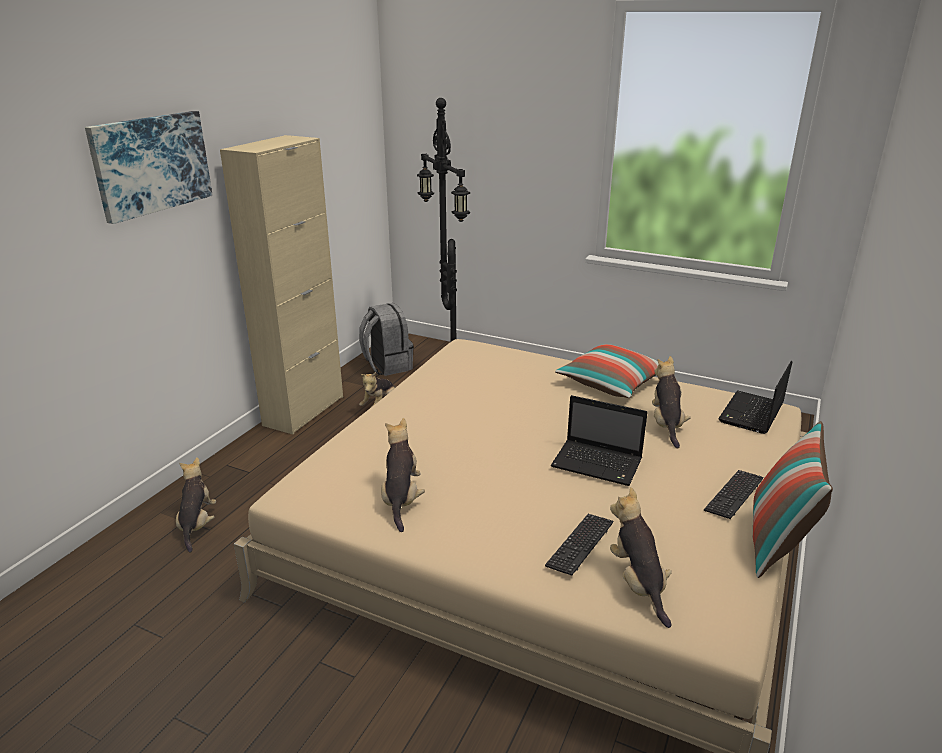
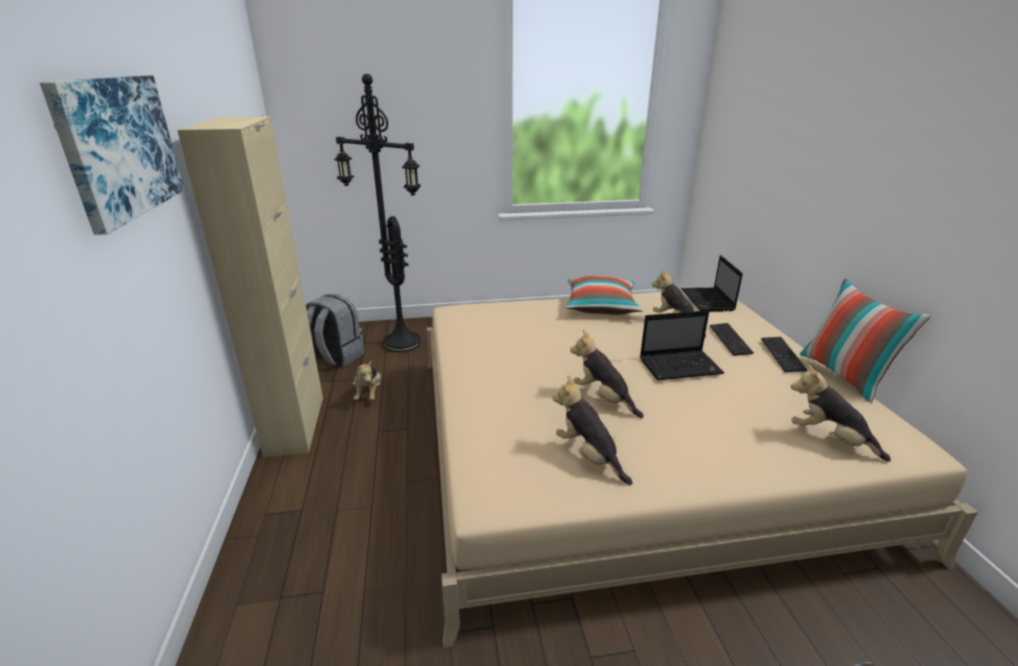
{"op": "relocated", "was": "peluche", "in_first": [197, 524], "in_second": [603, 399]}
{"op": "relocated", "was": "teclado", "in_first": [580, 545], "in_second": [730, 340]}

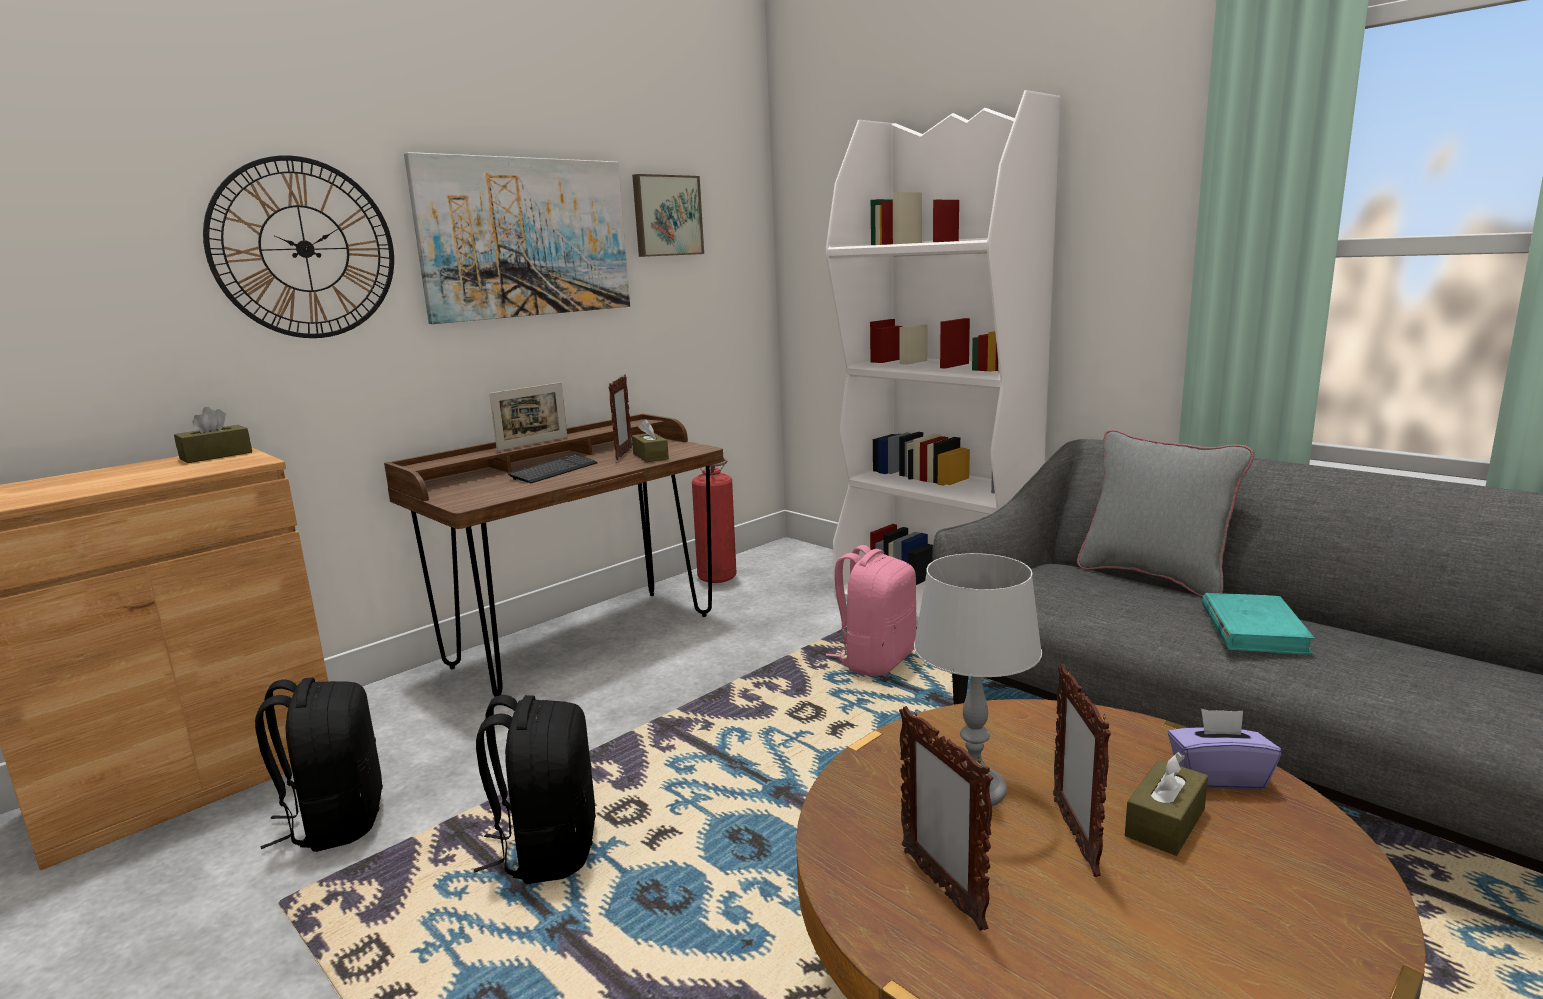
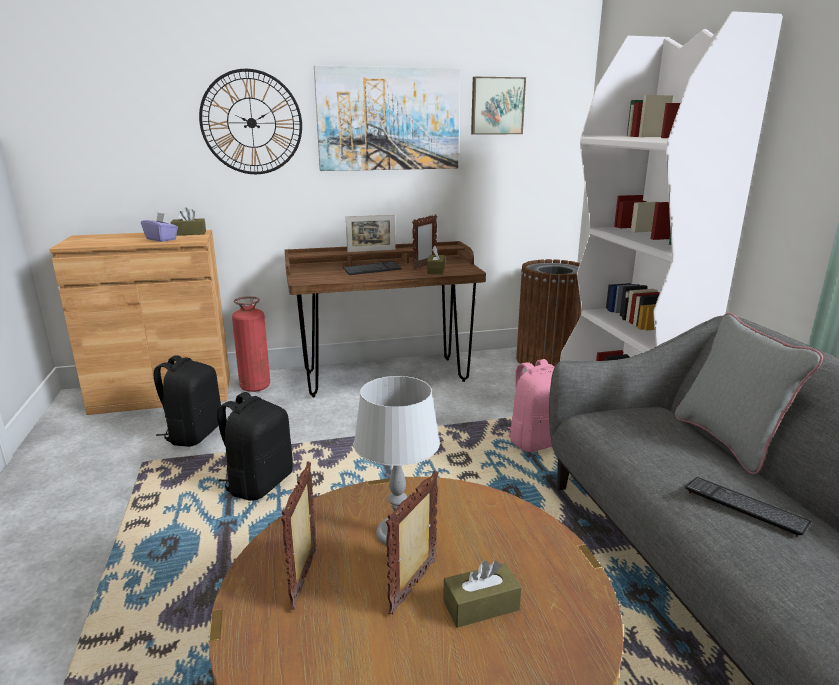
{"op": "relocated", "was": "extintor", "in_first": [717, 577], "in_second": [255, 387]}
{"op": "exchanged", "was": "libro (turquesa)", "now": "teclado", "in_first": [1253, 629], "in_second": [745, 507]}
{"op": "relocated", "was": "caja de pañuelos (morado)", "in_first": [1218, 776], "in_second": [161, 239]}
{"op": "appeared", "now": "papelera (marrón)", "in_second": [547, 360]}

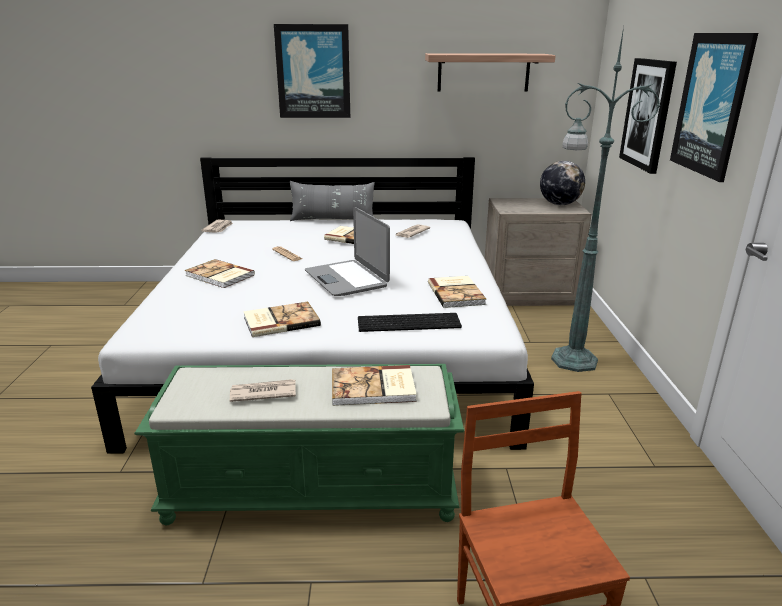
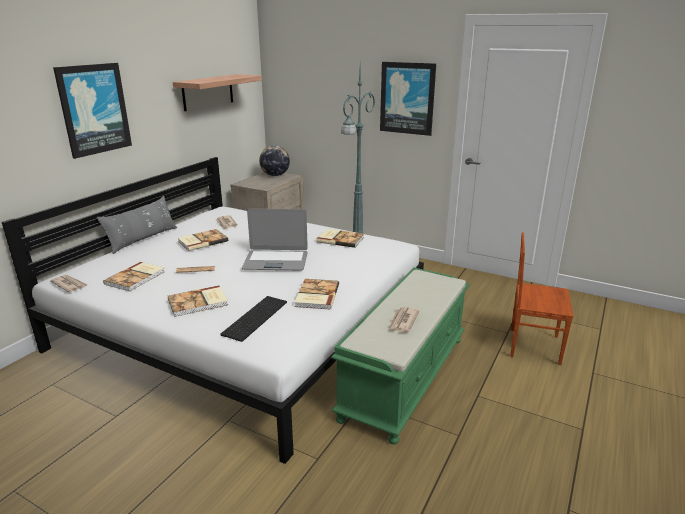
{"op": "missing", "was": "cuadro", "in_first": [648, 114]}
{"op": "relocated", "was": "teclado", "in_first": [409, 322], "in_second": [254, 317]}
{"op": "relocated", "was": "libro", "in_first": [374, 388], "in_second": [136, 278]}

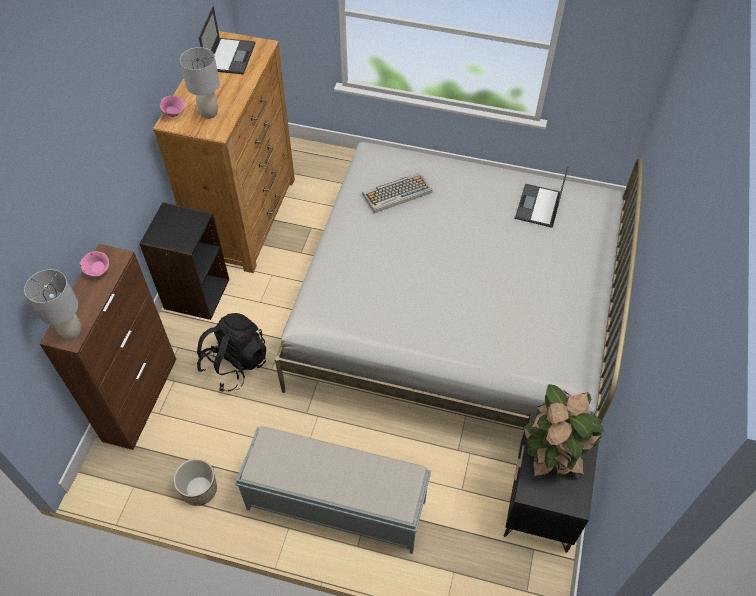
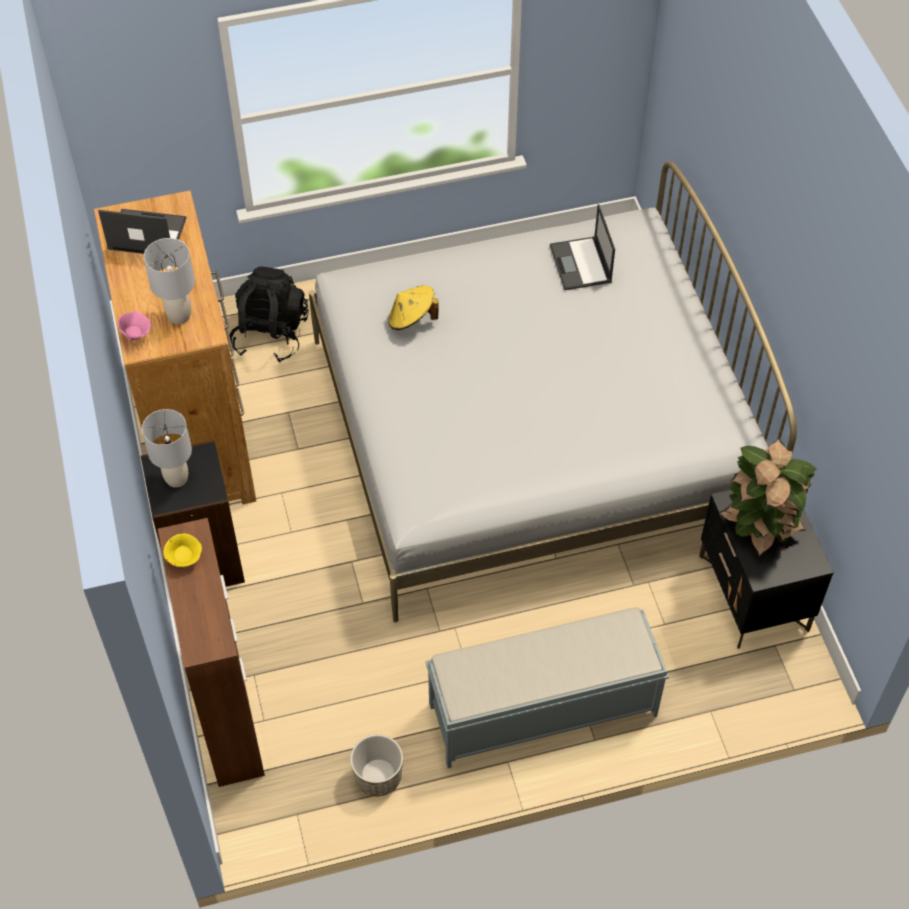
{"op": "spun", "was": "portátil", "in_first": [230, 56], "in_second": [146, 234], "clockwise": -60}
{"op": "exchanged", "was": "teclado", "now": "sombrero (amarillo)", "in_first": [396, 193], "in_second": [412, 319]}
{"op": "colour", "was": "cuenco (rosa)", "now": "cuenco (amarillo)", "in_first": [98, 271], "in_second": [185, 558]}
{"op": "relocated", "was": "lámpara de mesa (gris)", "in_first": [71, 332], "in_second": [176, 478]}
{"op": "relocated", "was": "mochila (negro)", "in_first": [235, 364], "in_second": [270, 334]}

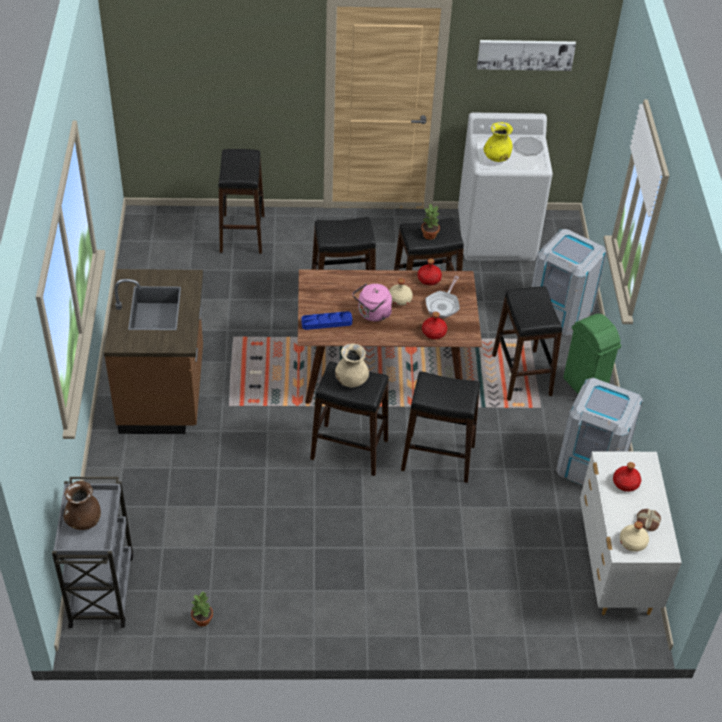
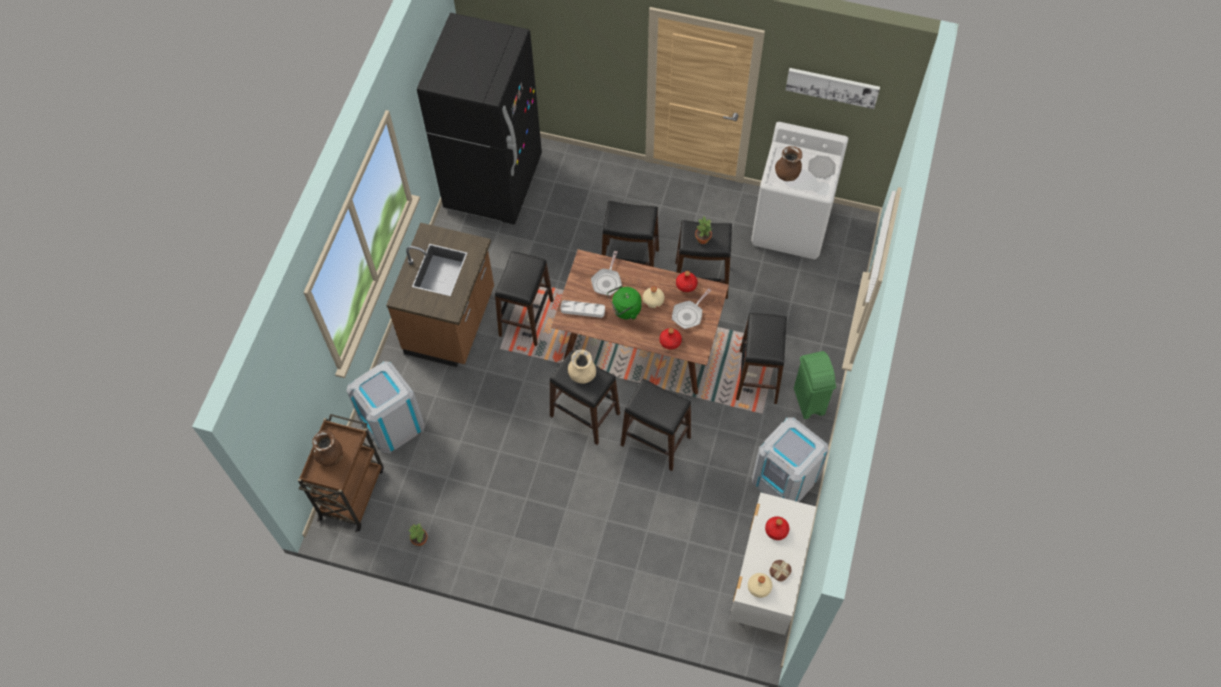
{"op": "colour", "was": "florero (amarillo)", "now": "florero (marrón)", "in_first": [497, 158], "in_second": [787, 174]}
{"op": "relocated", "was": "taburete (negro)", "in_first": [242, 233], "in_second": [526, 317]}
{"op": "relocated", "was": "papelera (gris)", "in_first": [560, 311], "in_second": [393, 424]}
{"op": "colour", "was": "hervidor (rosa)", "now": "hervidor (verde)", "in_first": [373, 314], "in_second": [625, 310]}
{"op": "colour", "was": "bandeja (azul)", "now": "bandeja (blanco)", "in_first": [326, 322], "in_second": [582, 310]}
{"op": "colour", "was": "carrito (gris)", "now": "carrito (marrón)", "in_first": [102, 588], "in_second": [352, 492]}
{"op": "appeared", "now": "nevera (negro)", "in_second": [493, 182]}
{"op": "appeared", "now": "sartén", "in_second": [607, 281]}

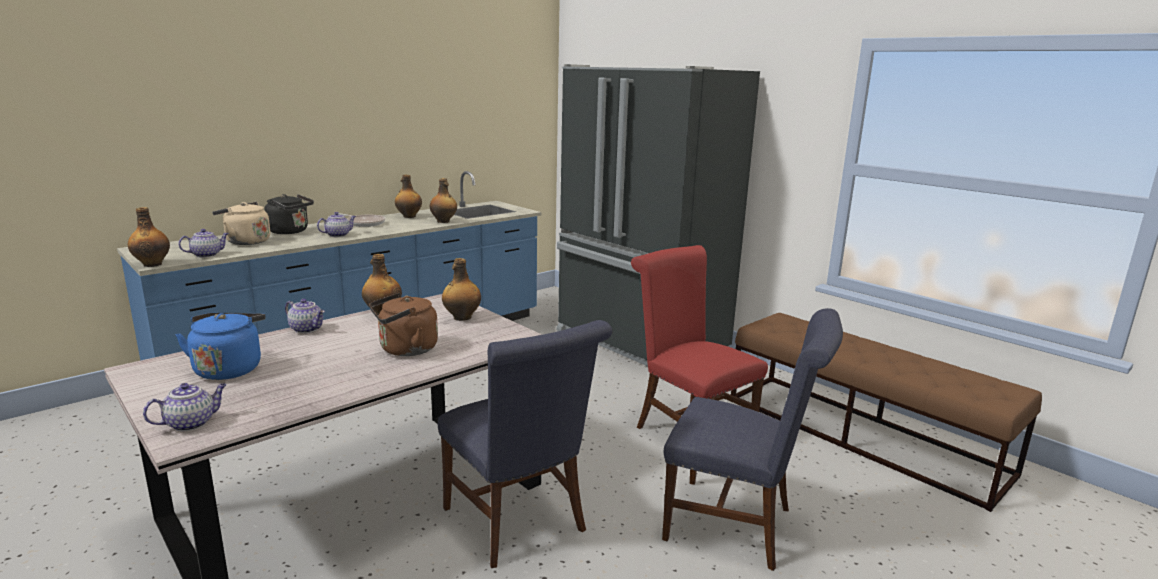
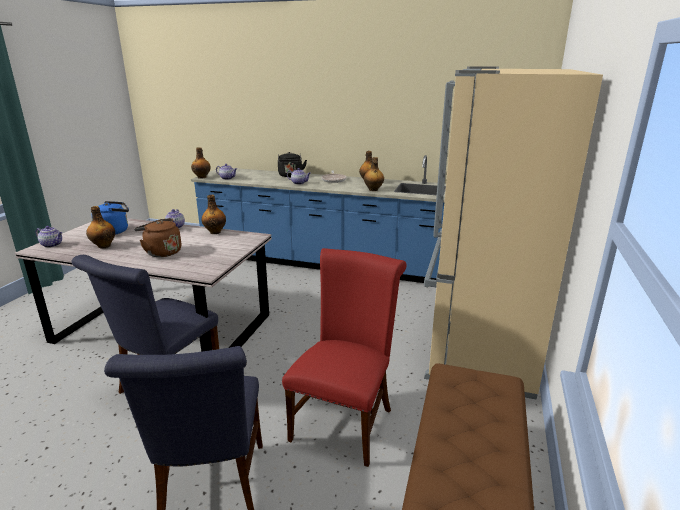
{"op": "colour", "was": "nevera (negro)", "now": "nevera (beis)", "in_first": [639, 342], "in_second": [478, 345]}
{"op": "missing", "was": "hervidor (beis)", "in_first": [245, 242]}
{"op": "relocated", "was": "botella", "in_first": [461, 318], "in_second": [104, 246]}

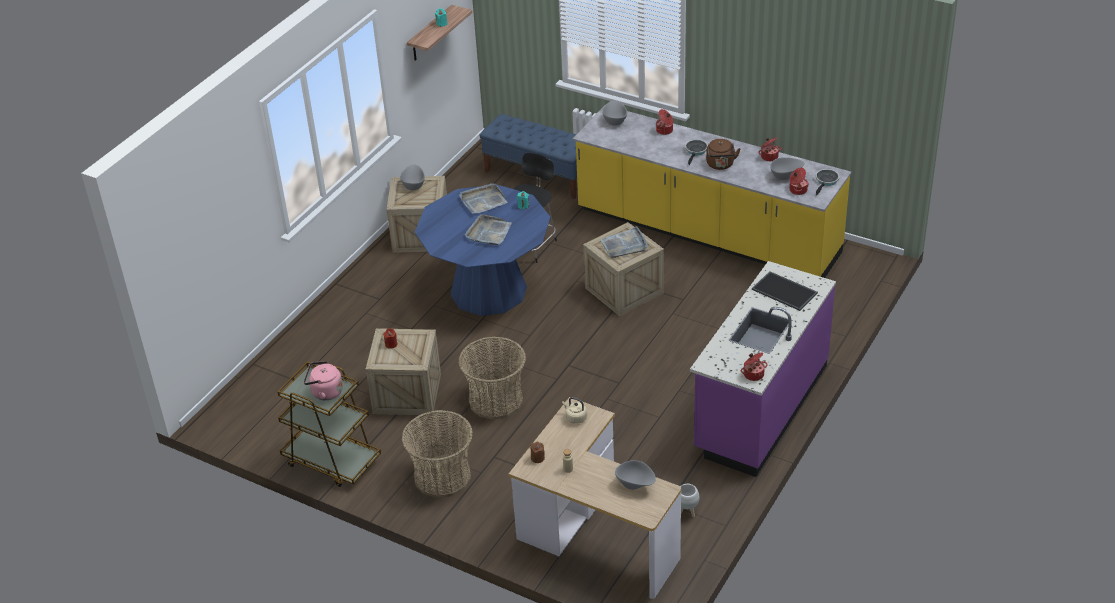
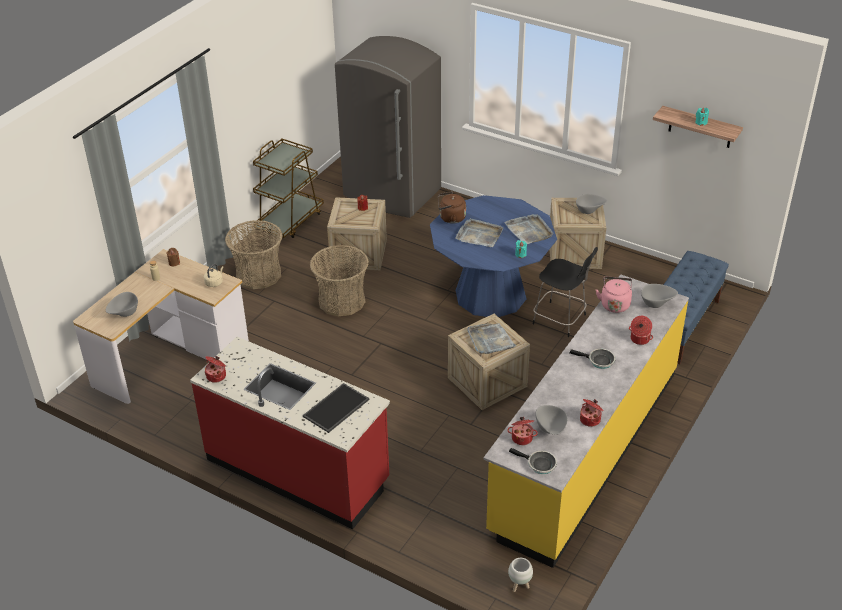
{"op": "relocated", "was": "hervidor (marrón)", "in_first": [720, 165], "in_second": [450, 218]}
{"op": "colour", "was": "mueble bajo de cocina (morado)", "now": "mueble bajo de cocina (rojo)", "in_first": [760, 408], "in_second": [298, 470]}
{"op": "relocated", "was": "hervidor (rosa)", "in_first": [325, 392], "in_second": [614, 304]}
{"op": "relocated", "was": "maceta (blanco)", "in_first": [687, 512], "in_second": [519, 586]}
{"op": "appeared", "now": "nevera (gris)", "in_second": [392, 194]}

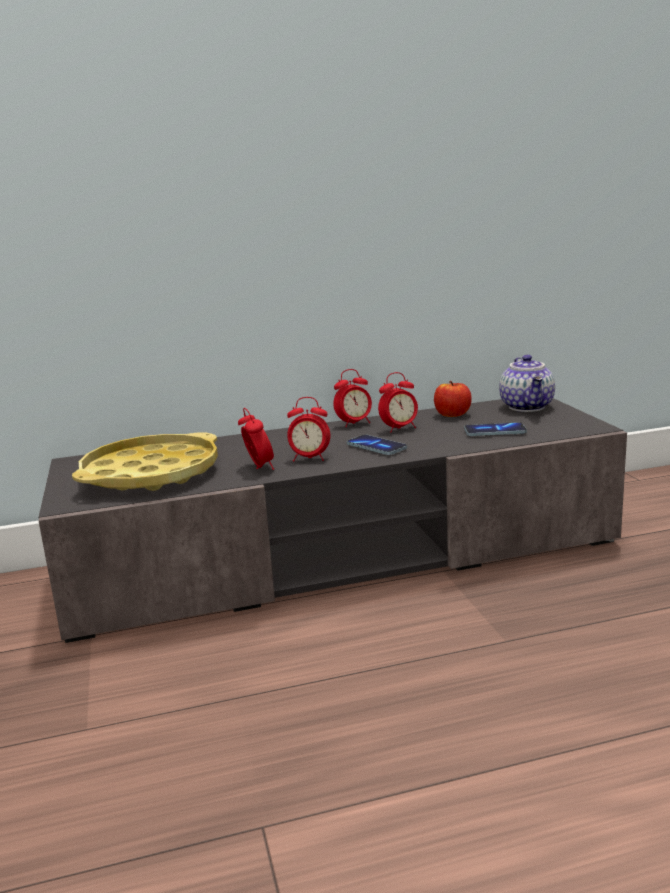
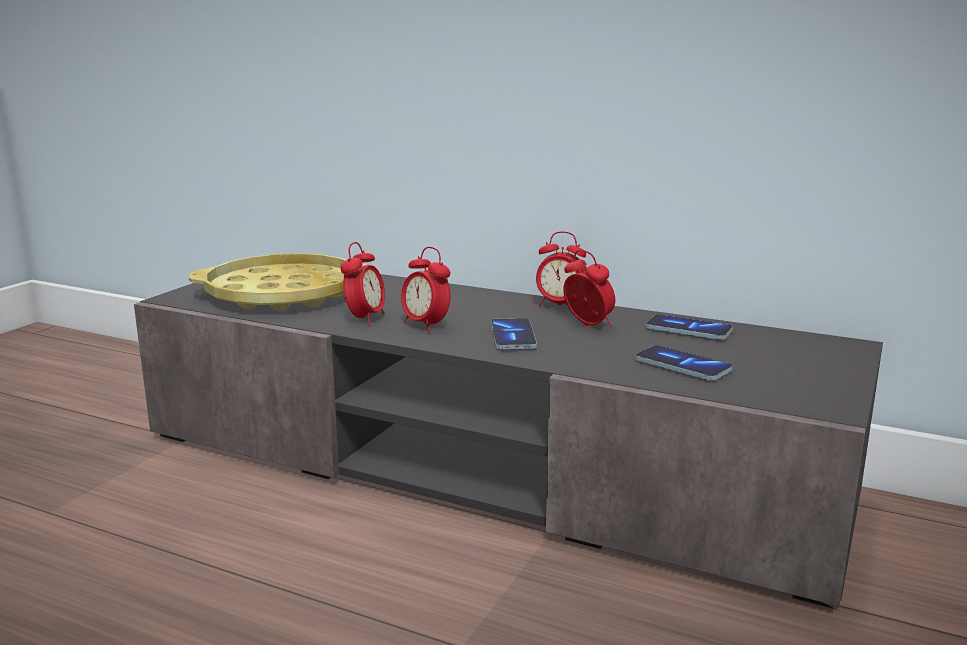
{"op": "missing", "was": "tetera", "in_first": [528, 407]}
{"op": "spun", "was": "despertador", "in_first": [399, 429], "in_second": [588, 326], "clockwise": -150}
{"op": "exchanged", "was": "manzana", "now": "móvil", "in_first": [452, 414], "in_second": [688, 330]}

